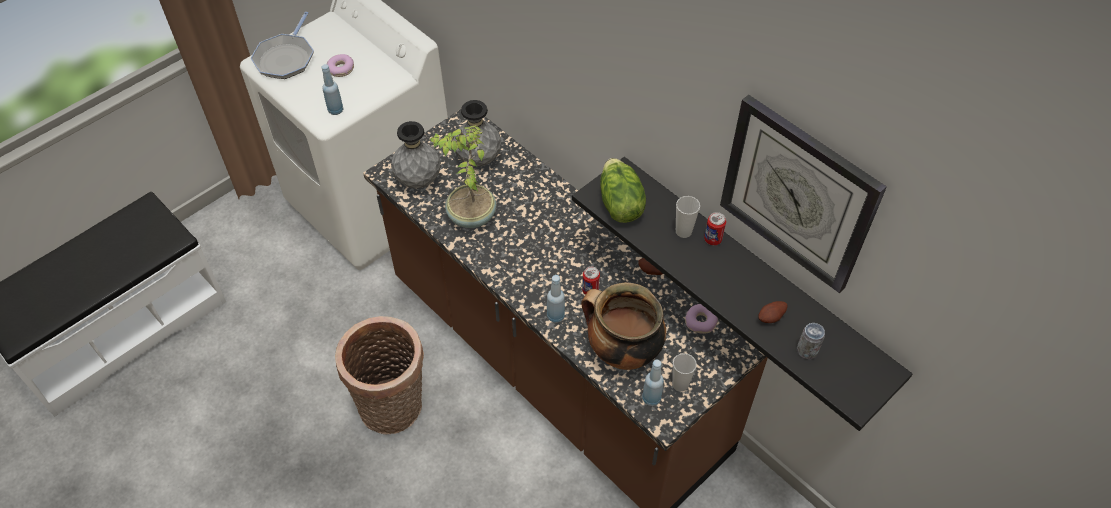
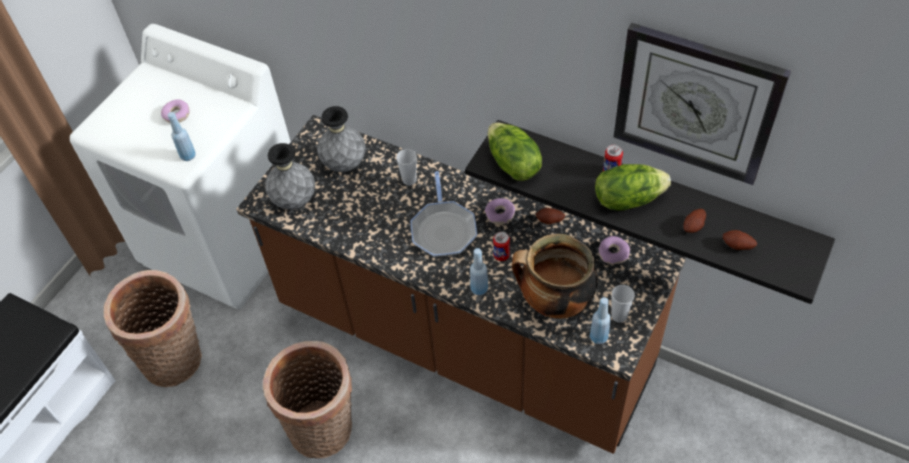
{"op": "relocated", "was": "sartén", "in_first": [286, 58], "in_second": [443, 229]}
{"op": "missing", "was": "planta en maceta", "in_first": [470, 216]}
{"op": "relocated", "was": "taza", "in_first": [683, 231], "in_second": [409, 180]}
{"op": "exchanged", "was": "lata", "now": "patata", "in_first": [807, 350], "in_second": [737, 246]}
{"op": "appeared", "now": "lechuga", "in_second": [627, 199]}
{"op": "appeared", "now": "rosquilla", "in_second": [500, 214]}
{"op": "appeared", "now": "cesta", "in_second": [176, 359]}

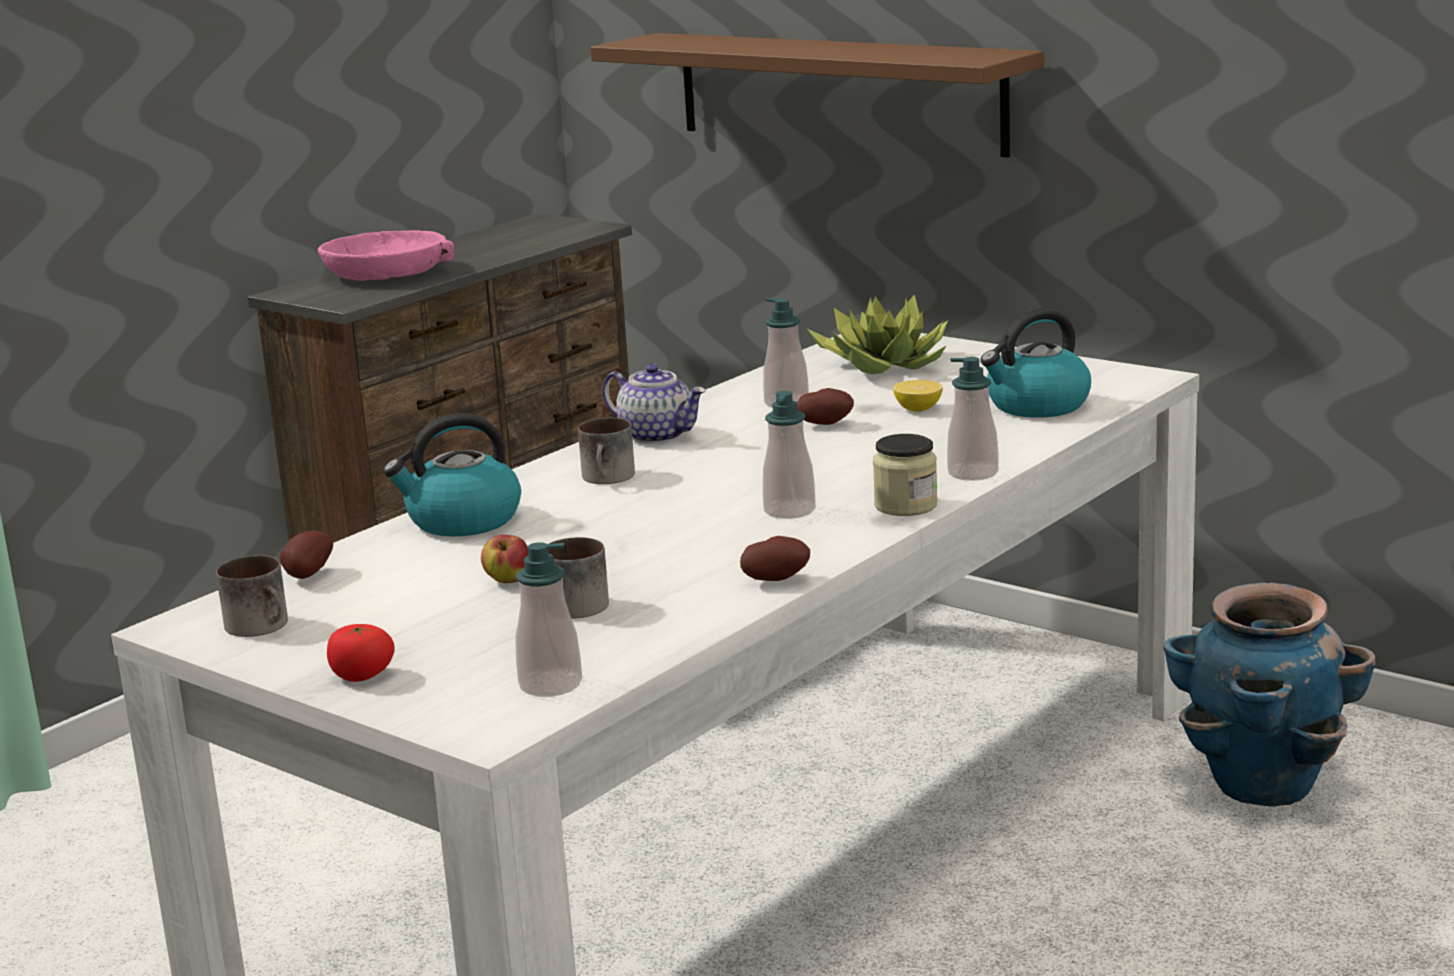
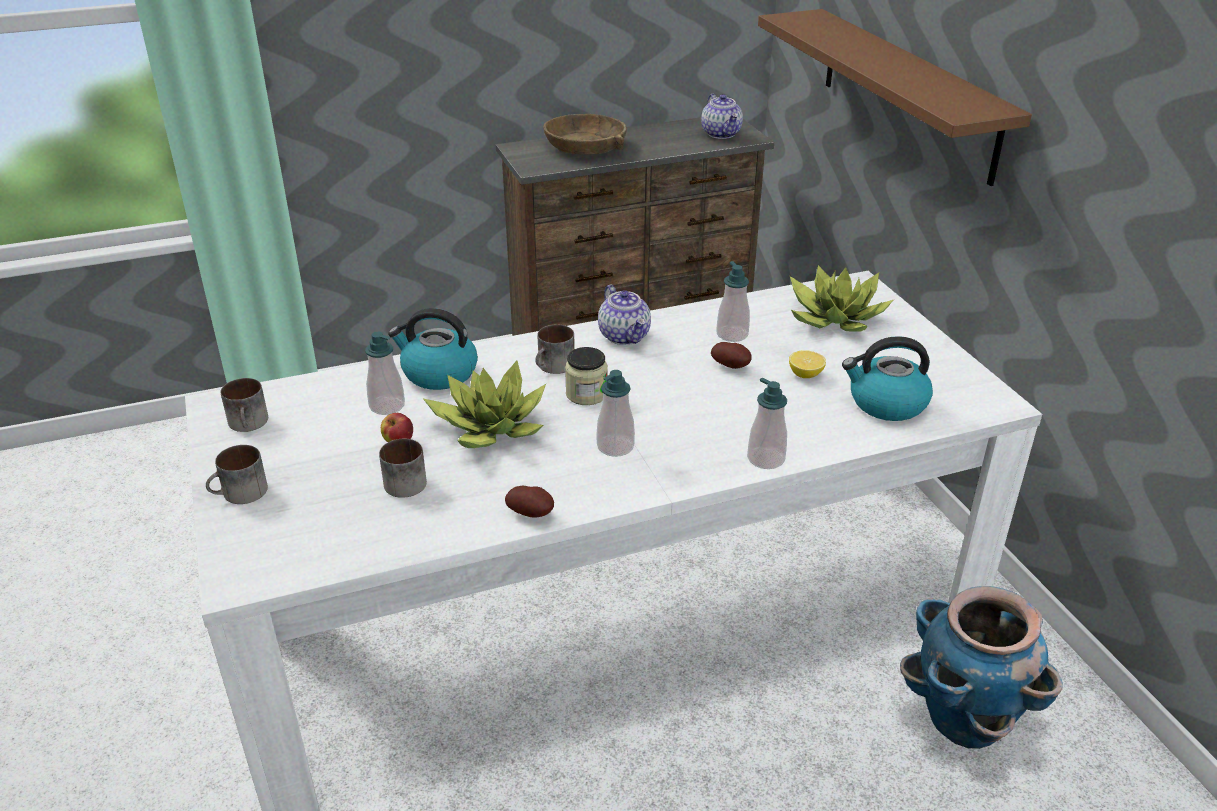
{"op": "colour", "was": "cuenco (rosa)", "now": "cuenco (marrón)", "in_first": [387, 273], "in_second": [586, 146]}
{"op": "relocated", "was": "tarro", "in_first": [906, 506], "in_second": [586, 394]}
{"op": "missing", "was": "patata", "in_first": [306, 576]}
{"op": "relocated", "was": "dispensador de jabón", "in_first": [550, 685], "in_second": [387, 406]}
{"op": "exchanged", "was": "tomate", "now": "taza grande", "in_first": [362, 676], "in_second": [240, 494]}
{"op": "appeared", "now": "tetera", "in_second": [721, 134]}
{"op": "appeared", "now": "planta en maceta", "in_second": [490, 428]}

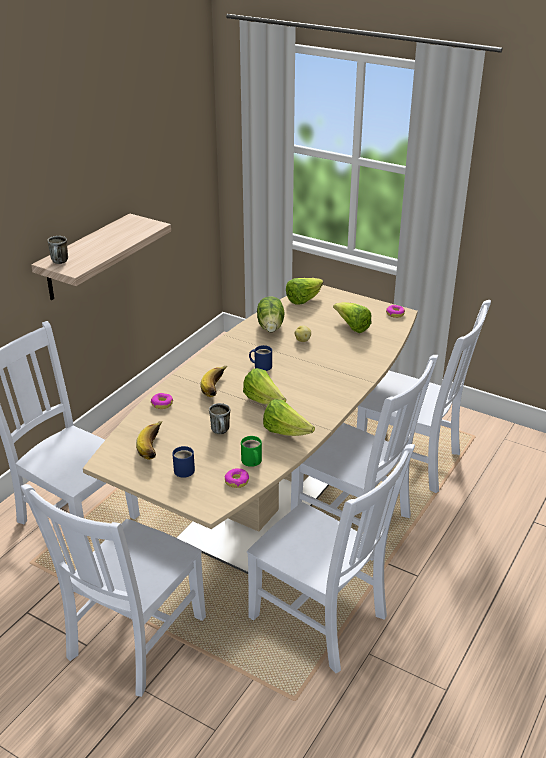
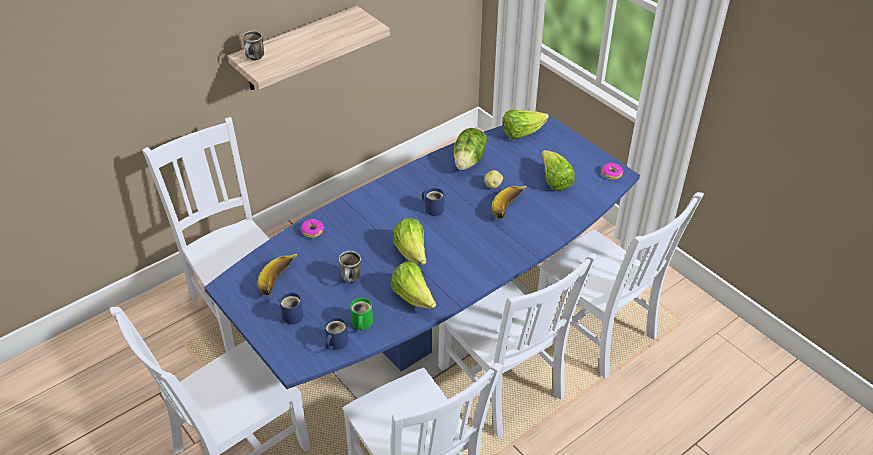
{"op": "colour", "was": "mesa de comedor (beis)", "now": "mesa de comedor (azul)", "in_first": [273, 493], "in_second": [437, 331]}
{"op": "relocated", "was": "plátano", "in_first": [217, 388], "in_second": [510, 208]}
{"op": "exchanged", "was": "rosquilla", "now": "taza grande (azul)", "in_first": [237, 481], "in_second": [335, 342]}

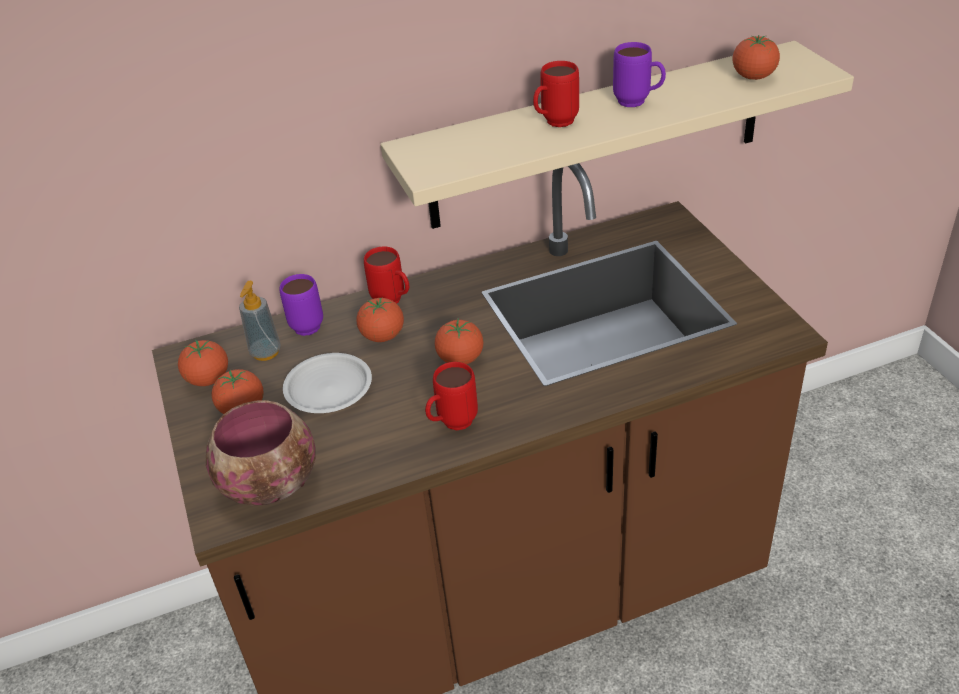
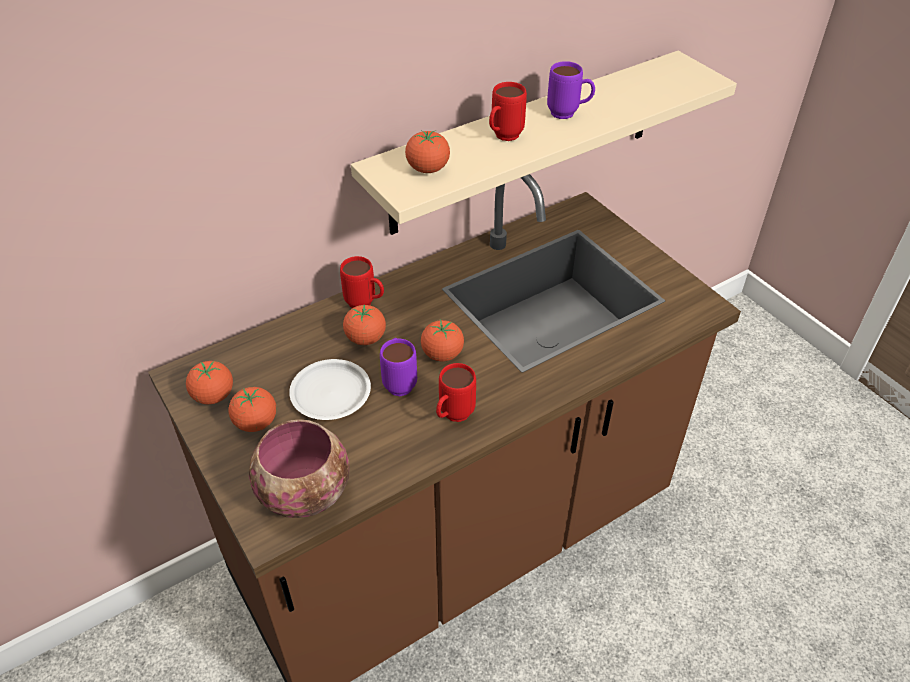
{"op": "relocated", "was": "tomate", "in_first": [753, 77], "in_second": [428, 169]}
{"op": "relocated", "was": "taza grande (morado)", "in_first": [309, 323], "in_second": [399, 381]}
{"op": "missing", "was": "dispensador de jabón", "in_first": [265, 352]}

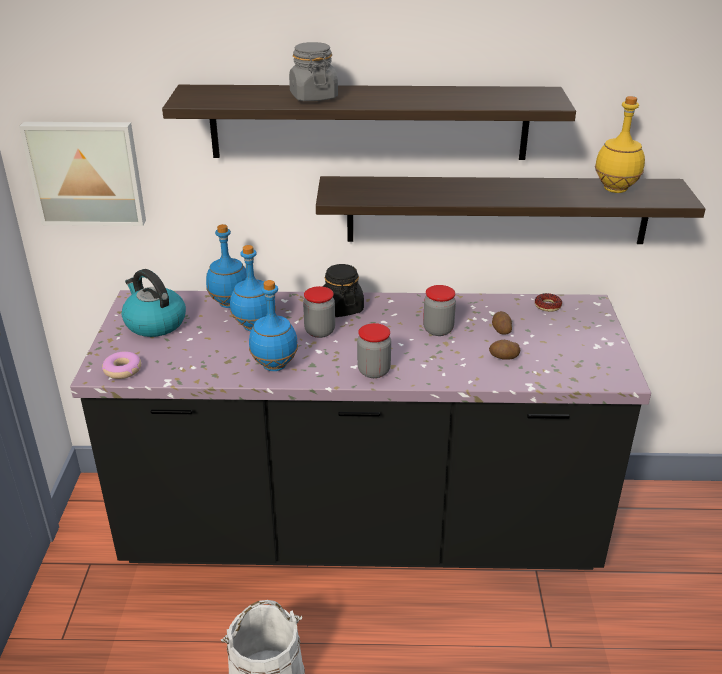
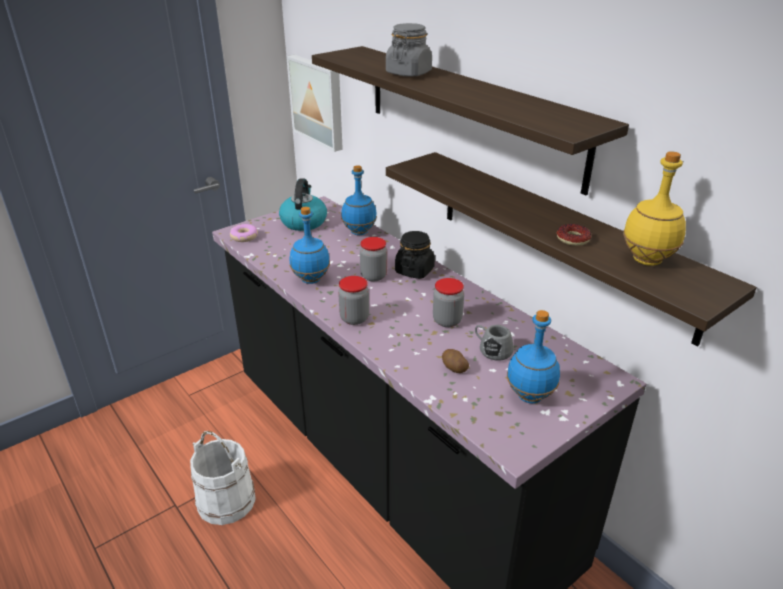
{"op": "relocated", "was": "botella (azul)", "in_first": [253, 326], "in_second": [529, 395]}
{"op": "relocated", "was": "rosquilla", "in_first": [547, 306], "in_second": [572, 239]}
{"op": "exchanged", "was": "patata", "now": "taza grande (gris)", "in_first": [501, 330], "in_second": [492, 349]}

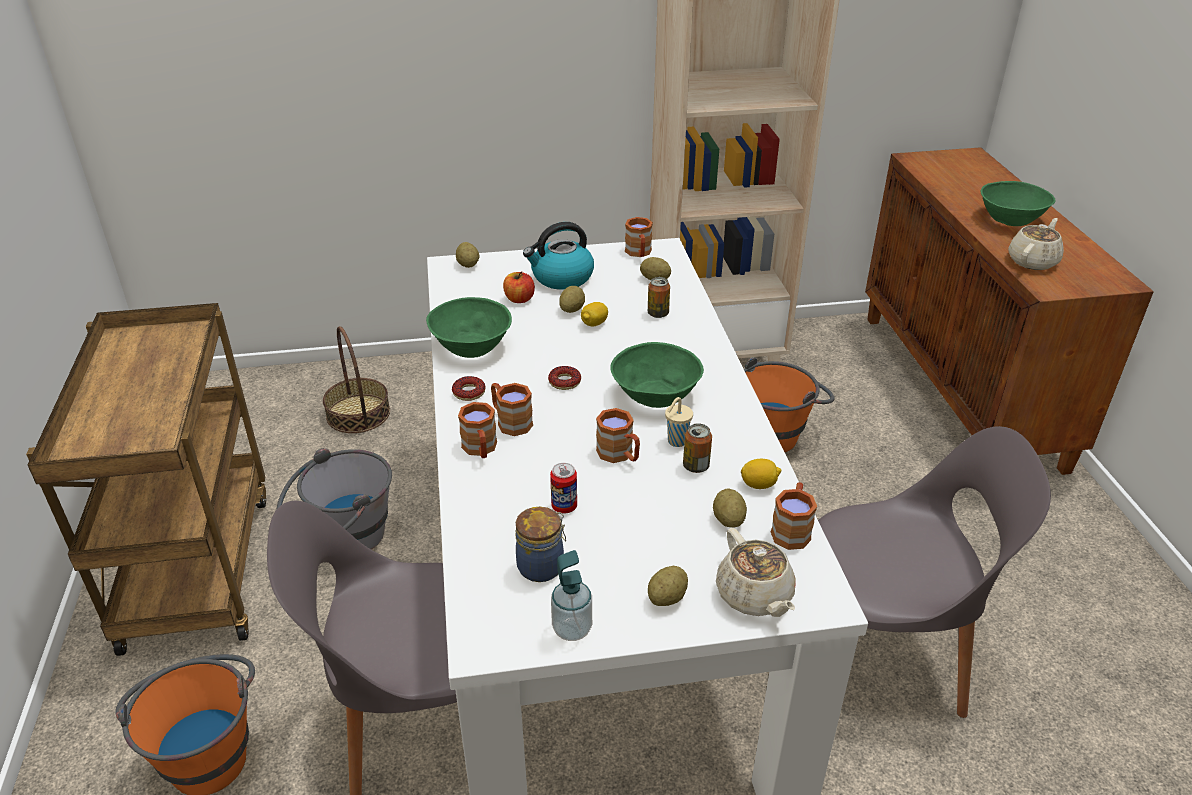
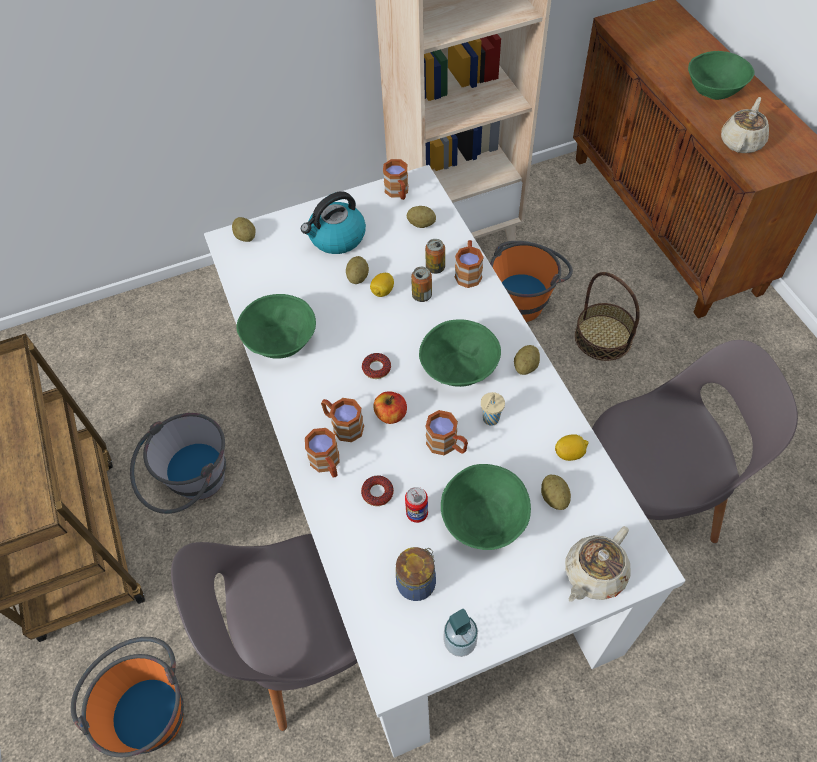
{"op": "relocated", "was": "manzana", "in_first": [519, 299], "in_second": [390, 415]}
{"op": "relocated", "was": "cesta", "in_first": [358, 413], "in_second": [603, 337]}
{"op": "relocated", "was": "rosquilla", "in_first": [469, 392], "in_second": [377, 493]}
{"op": "relocated", "was": "lata", "in_first": [696, 466], "in_second": [422, 295]}
{"op": "relocated", "was": "taza grande (marrón)", "in_first": [792, 529], "in_second": [468, 272]}
{"op": "spun", "was": "tetera (beis)", "in_first": [754, 596], "in_second": [593, 574], "clockwise": 75}
{"op": "relocated", "was": "patata", "in_first": [667, 598], "in_second": [525, 366]}
{"op": "appeared", "now": "cuenco (verde)", "in_second": [482, 519]}

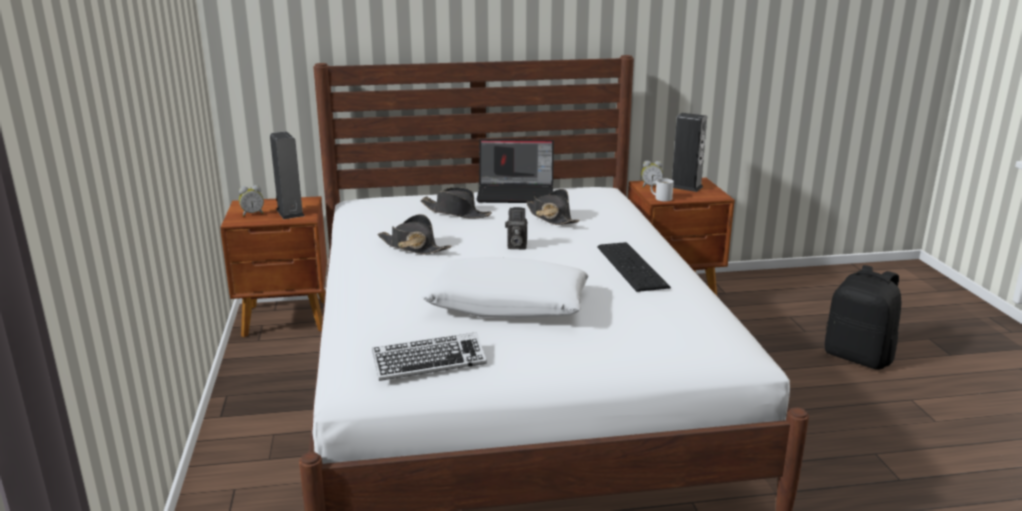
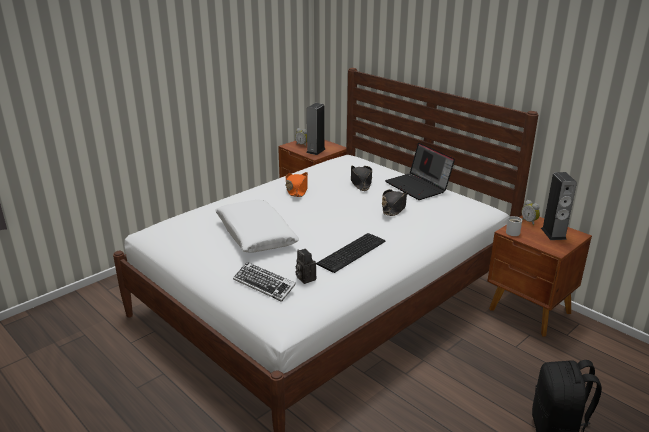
{"op": "relocated", "was": "cámara", "in_first": [515, 246], "in_second": [304, 278]}
{"op": "colour", "was": "sombrero (negro)", "now": "sombrero (naranja)", "in_first": [413, 247], "in_second": [297, 189]}
{"op": "relocated", "was": "teclado", "in_first": [429, 363], "in_second": [264, 285]}

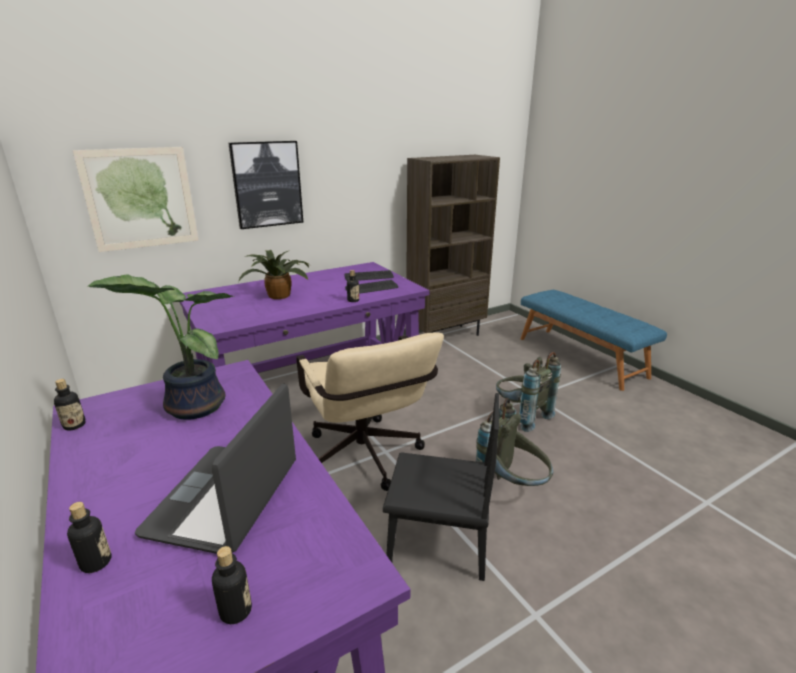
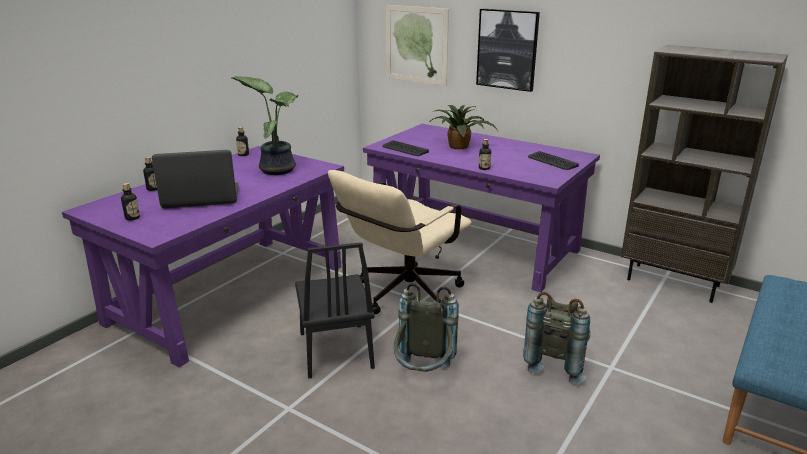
{"op": "relocated", "was": "teclado", "in_first": [372, 288], "in_second": [404, 149]}

